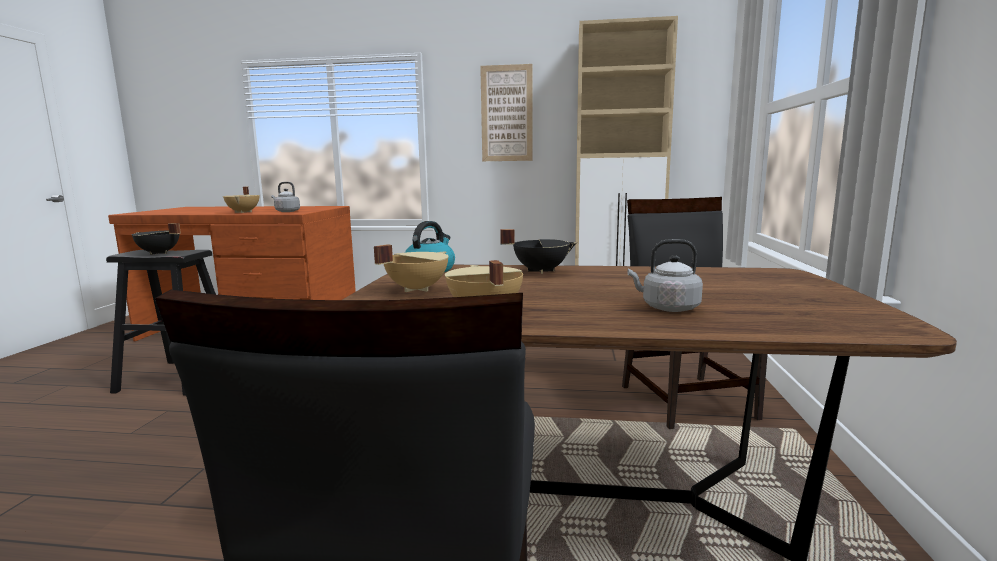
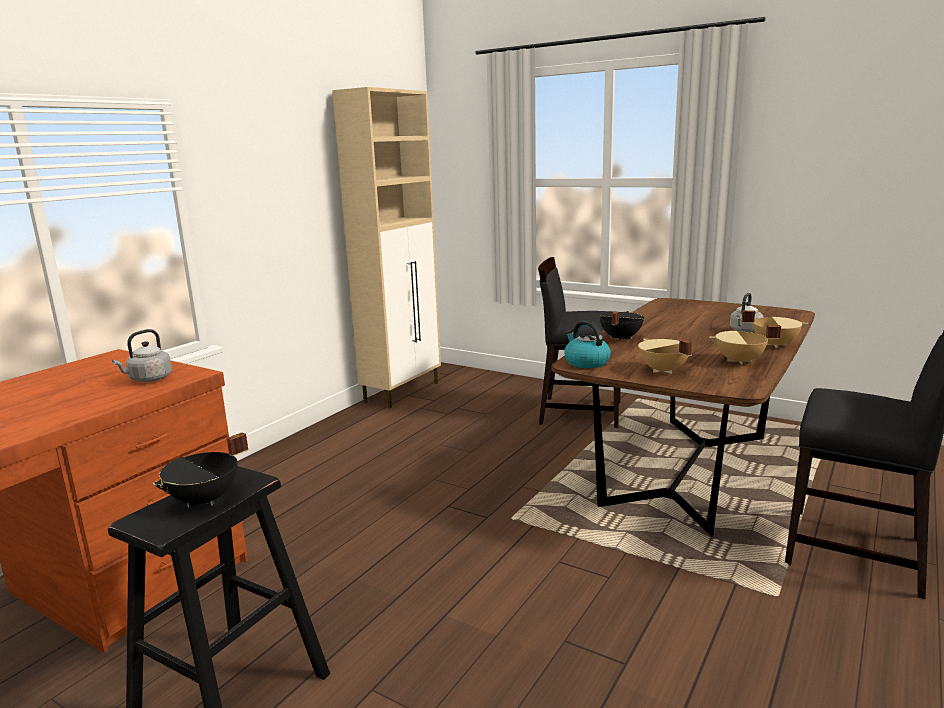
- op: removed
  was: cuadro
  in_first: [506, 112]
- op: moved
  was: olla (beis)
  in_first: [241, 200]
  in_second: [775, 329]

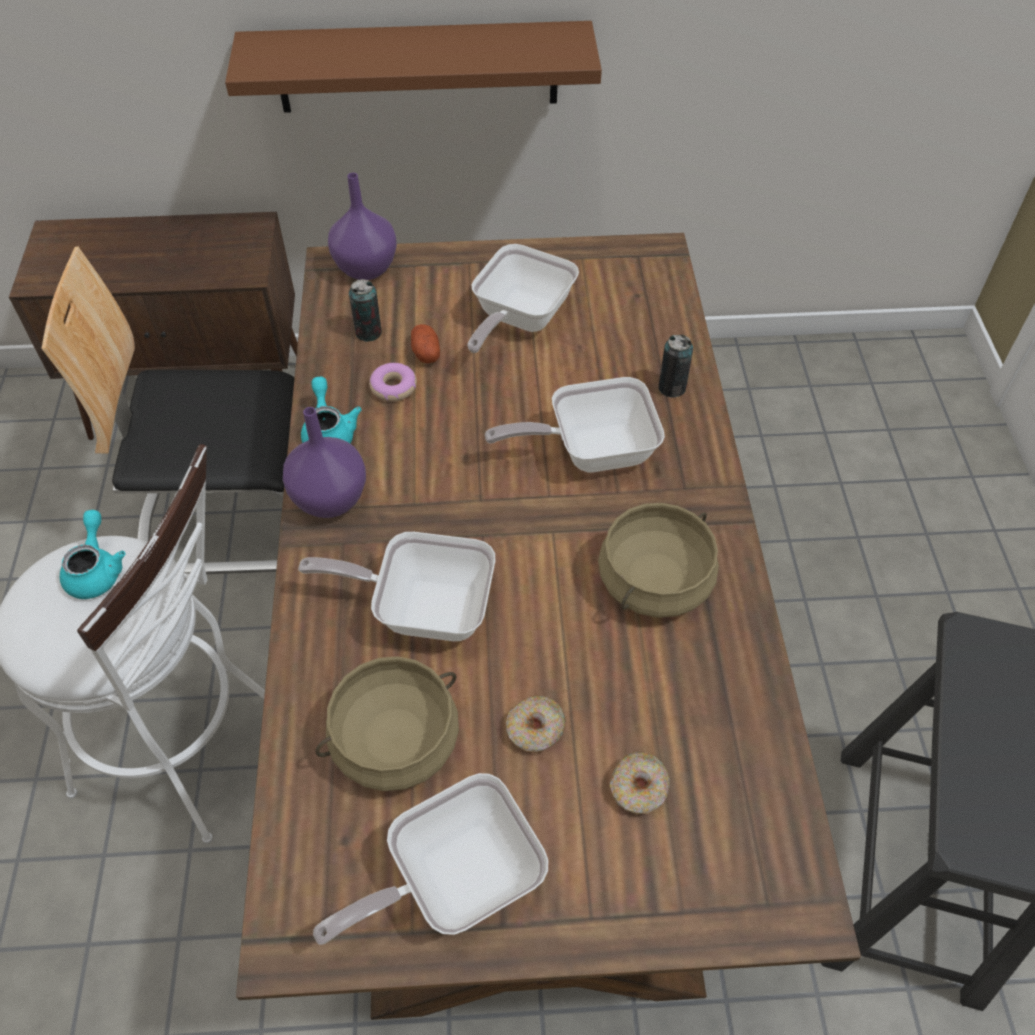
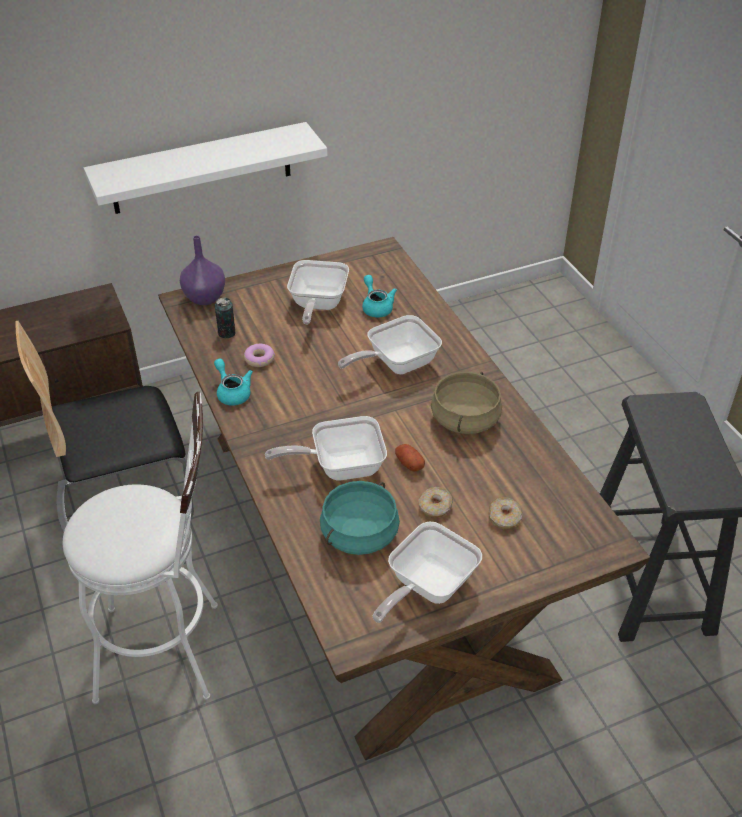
- op: removed
  was: florero (morado)
  in_first: [324, 462]
- op: removed
  was: lata
  in_first: [676, 366]
- op: moved
  was: tetera (turquesa)
  in_first: [93, 554]
  in_second: [379, 296]
- op: moved
  was: patata
  in_first: [425, 343]
  in_second: [410, 458]
- op: recoloured
  was: estante (marrón)
  now: estante (blanco)
  in_first: [413, 67]
  in_second: [206, 168]
- op: recoloured
  was: olla (beis)
  now: olla (turquesa)
  in_first: [387, 723]
  in_second: [360, 518]

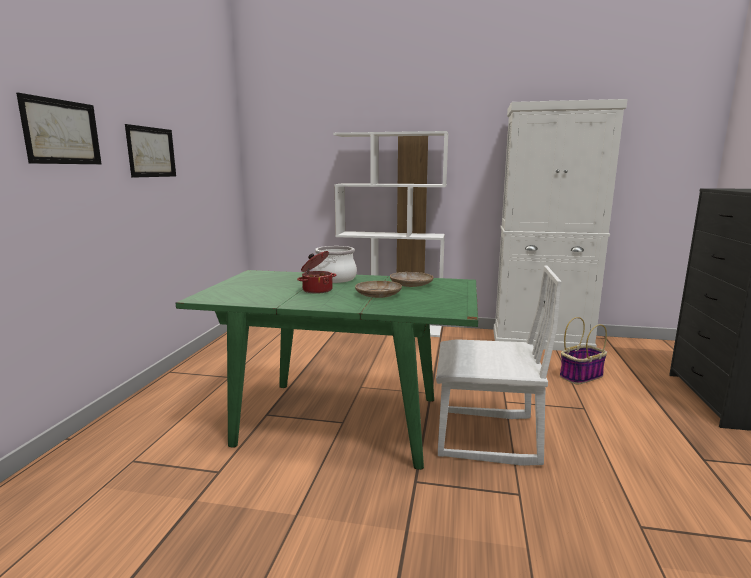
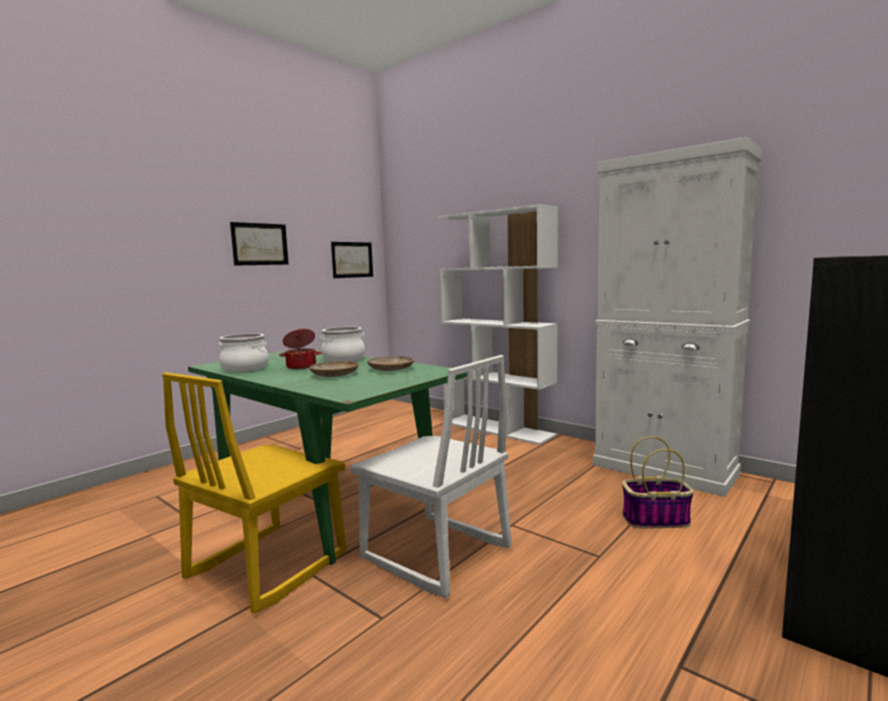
- op: added
  now: silla (amarillo)
  in_second: [254, 493]
- op: added
  now: olla
  in_second: [244, 352]
- op: moved
  was: cuadro
  in_first: [58, 128]
  in_second: [352, 260]

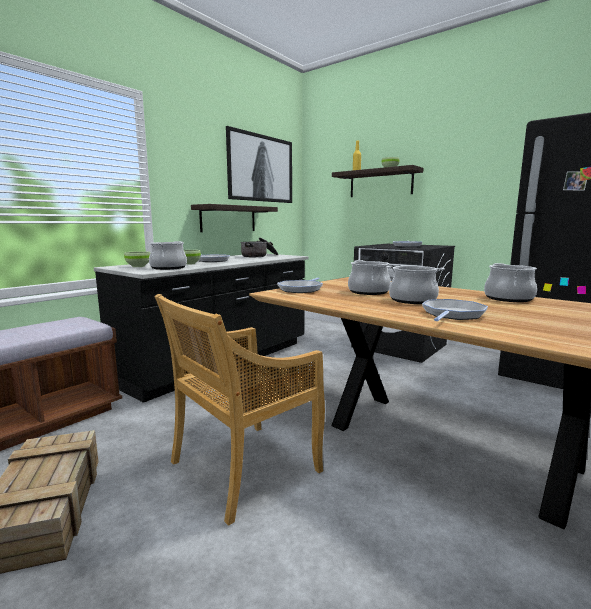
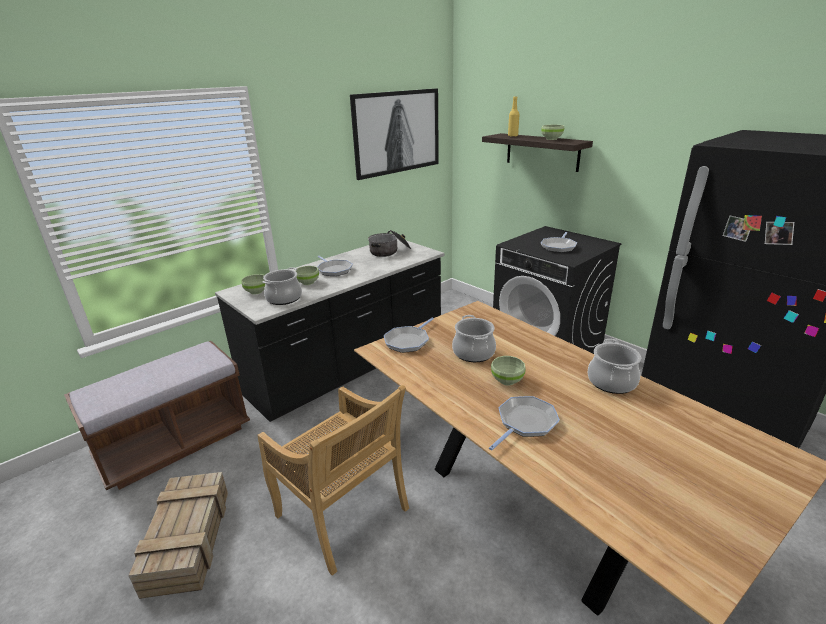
- op: removed
  was: estante
  in_first: [234, 218]
- op: replaced
  was: olla
  now: cuenco (verde)
  in_first: [416, 285]
  in_second: [508, 370]
- op: turned
  was: silla (beis)
  in_first: [240, 410]
  in_second: [333, 480]
  clockwise: -105

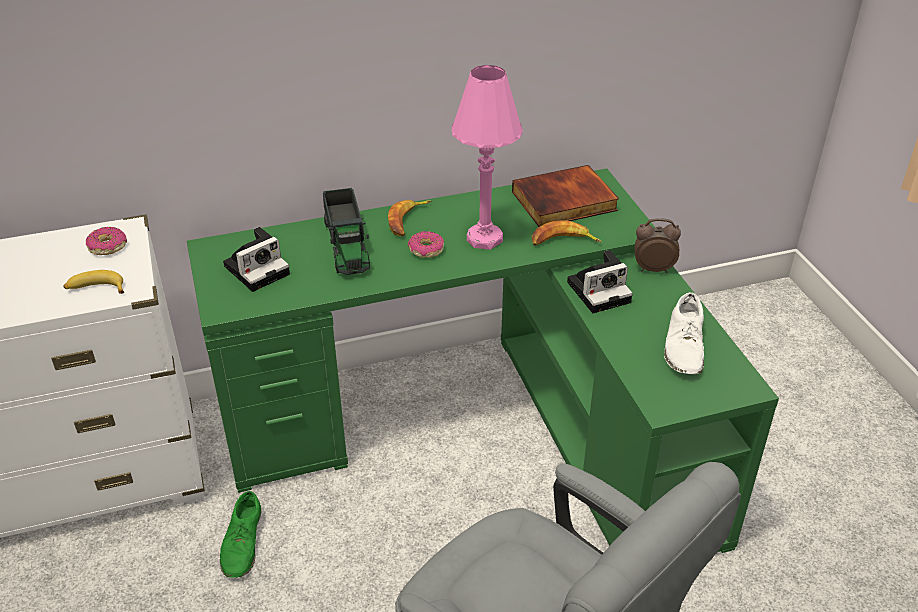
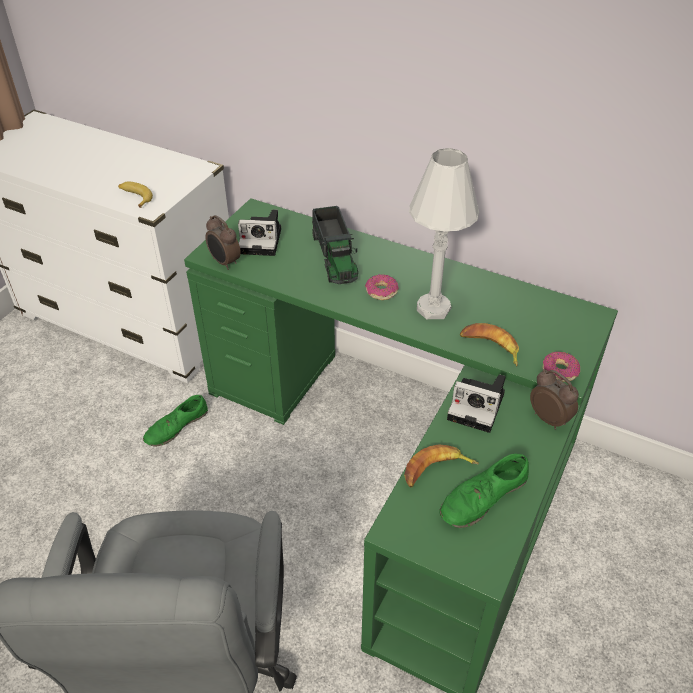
- op: removed
  was: libro
  in_first: [565, 196]
- op: added
  now: despertador
  in_second: [223, 242]
- op: moved
  was: rosquilla
  in_first: [106, 241]
  in_second: [561, 367]
- op: moved
  was: plátano
  in_first: [410, 218]
  in_second: [441, 465]
- op: recoloured
  was: lámpara de mesa (rosa)
  now: lámpara de mesa (blanco)
  in_first: [487, 157]
  in_second: [444, 233]
- op: recoloured
  was: zapato (blanco)
  now: zapato (verde)
  in_first: [684, 333]
  in_second: [484, 491]
- op: turned
  was: camión de juguete
  in_first: [346, 231]
  in_second: [335, 245]
  clockwise: -45

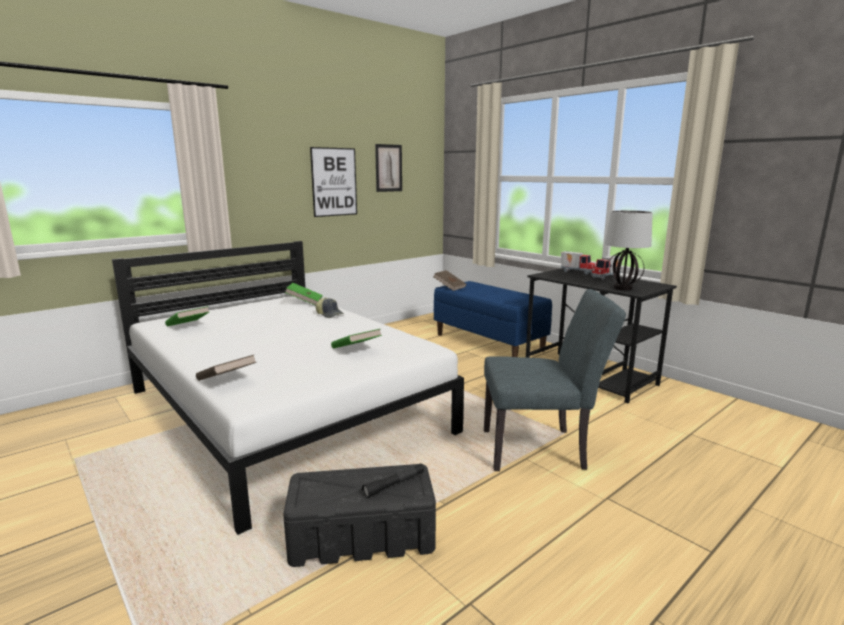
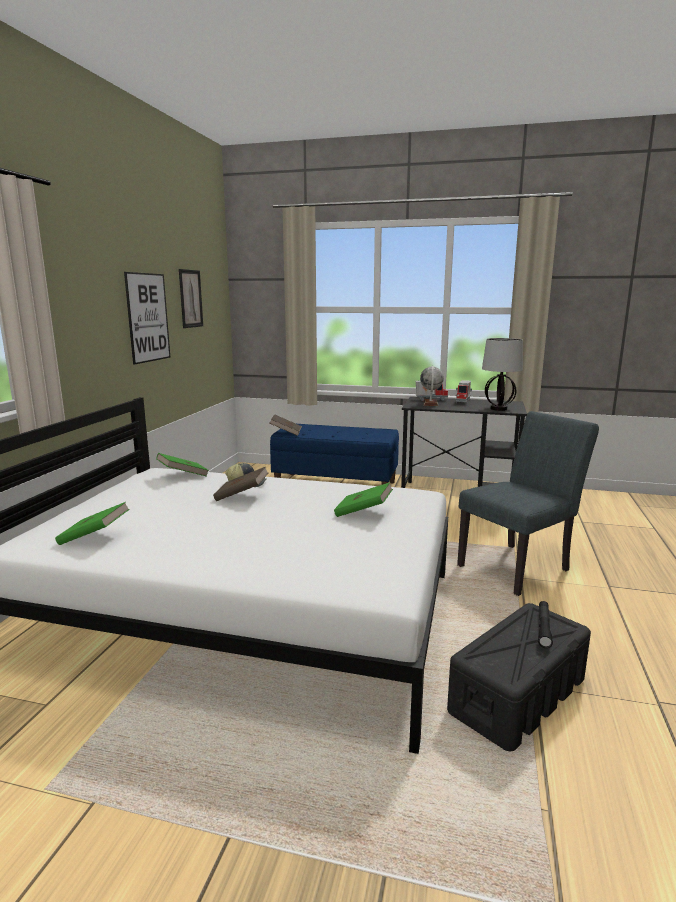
- op: added
  now: globo terráqueo
  in_second: [432, 386]
- op: moved
  was: libro (marrón)
  in_first: [226, 368]
  in_second: [240, 484]

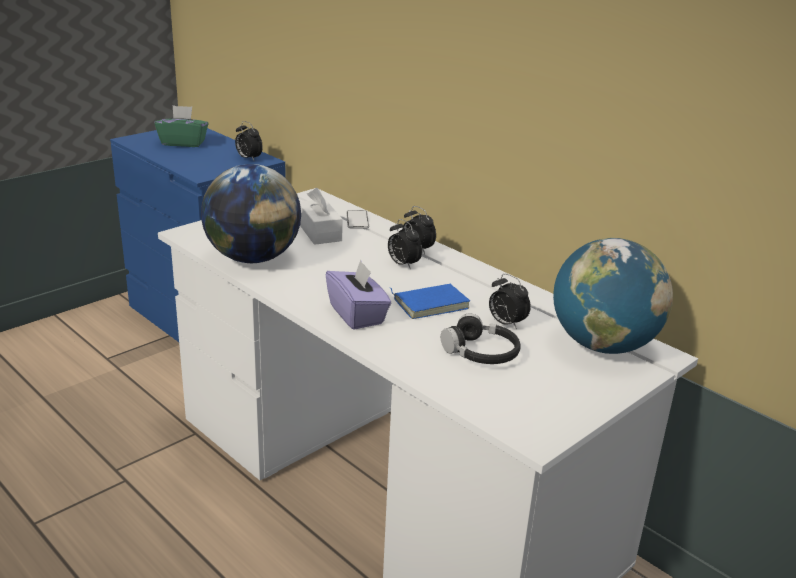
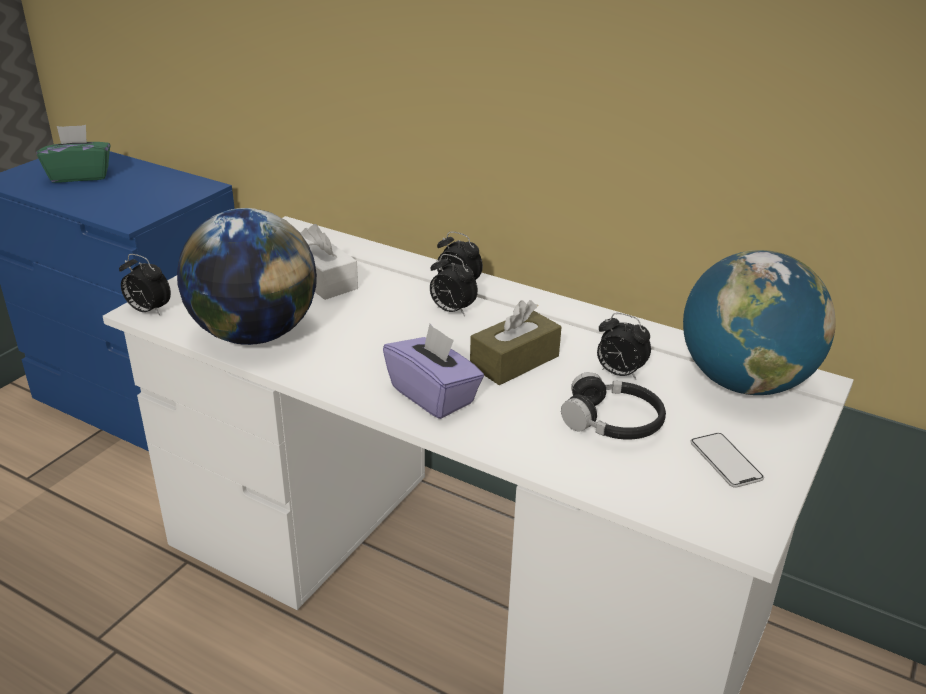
- op: moved
  was: despertador
  in_first: [249, 141]
  in_second: [145, 284]
- op: moved
  was: móvil
  in_first: [357, 219]
  in_second: [727, 460]
- op: replaced
  was: libro (azul)
  now: caja de pañuelos (marrón)
  in_first: [430, 301]
  in_second: [516, 342]

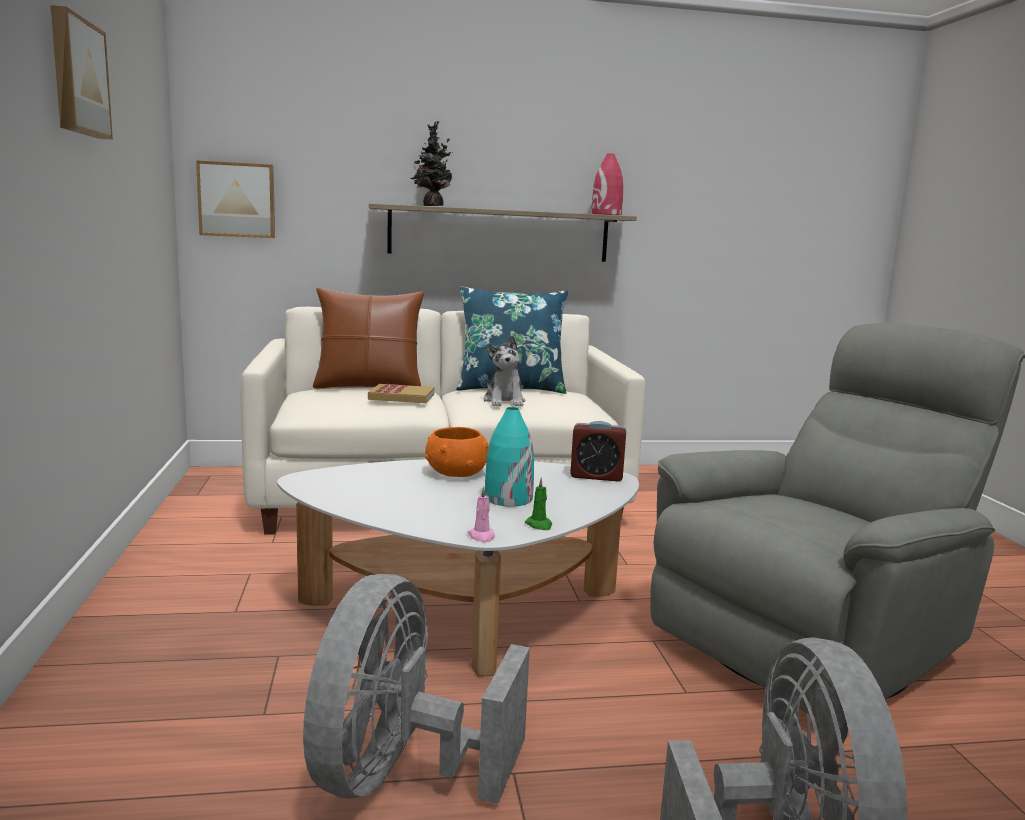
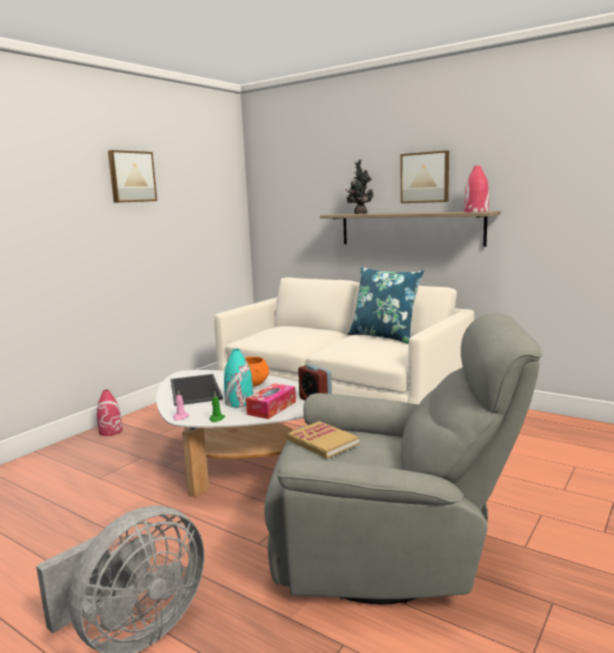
- op: removed
  was: ventilador (gris)
  in_first: [416, 689]
- op: removed
  was: cojín (marrón)
  in_first: [368, 338]
- op: removed
  was: peluche
  in_first: [504, 370]
- op: added
  now: florero (rojo)
  in_second: [110, 413]
- op: added
  now: bandeja
  in_second: [196, 390]
- op: added
  now: caja de pañuelos
  in_second: [271, 401]
- op: moved
  was: cuadro
  in_first: [235, 199]
  in_second: [425, 176]
- op: moved
  was: libro
  in_first: [401, 393]
  in_second: [323, 439]

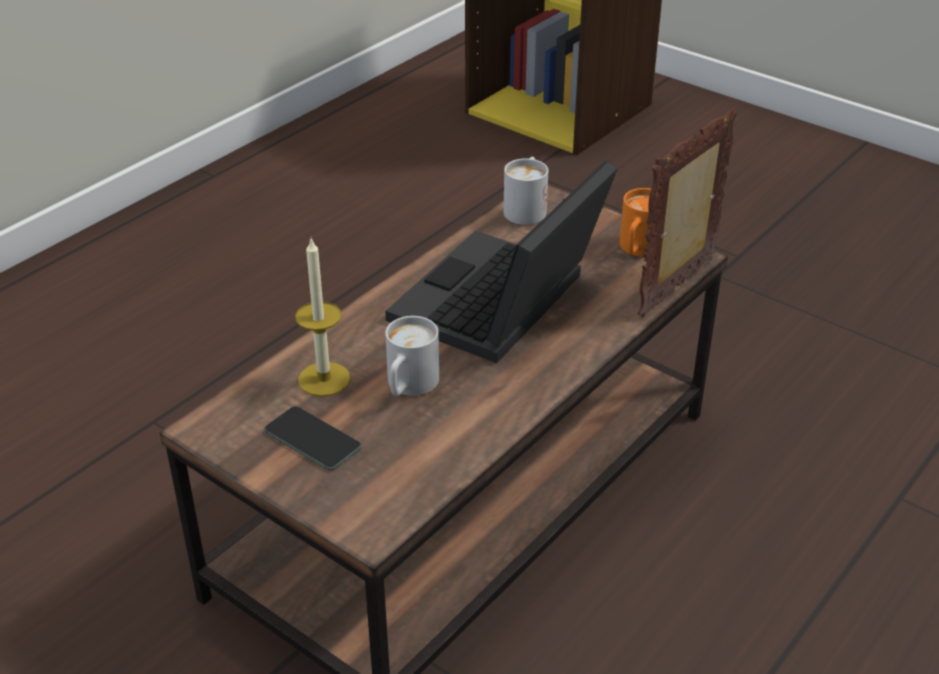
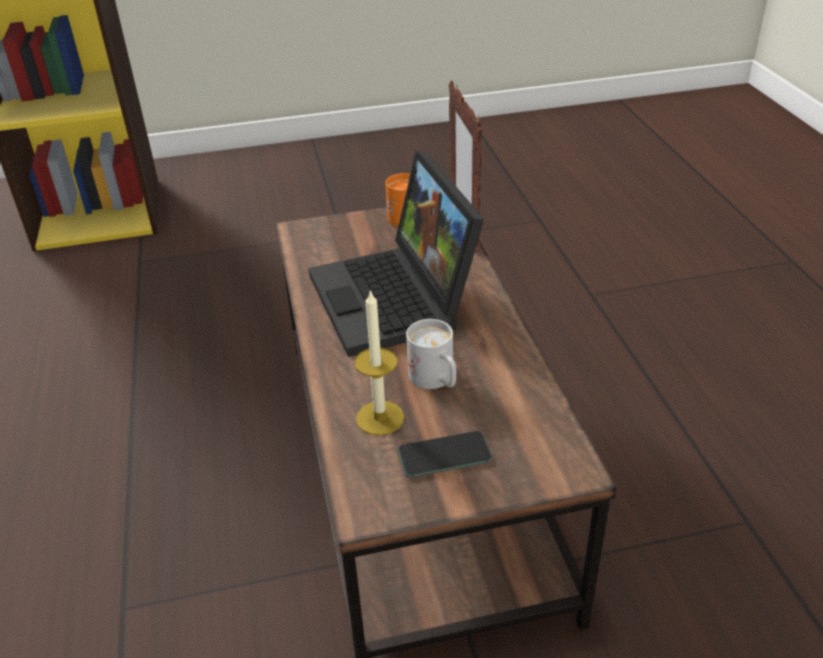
- op: removed
  was: taza grande (blanco)
  in_first: [526, 191]

